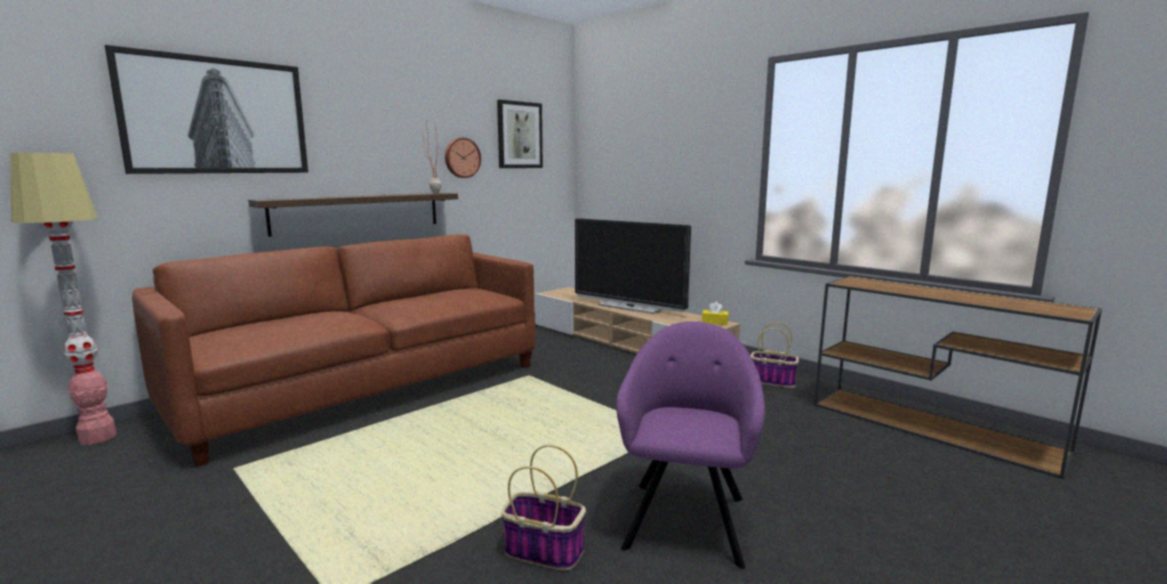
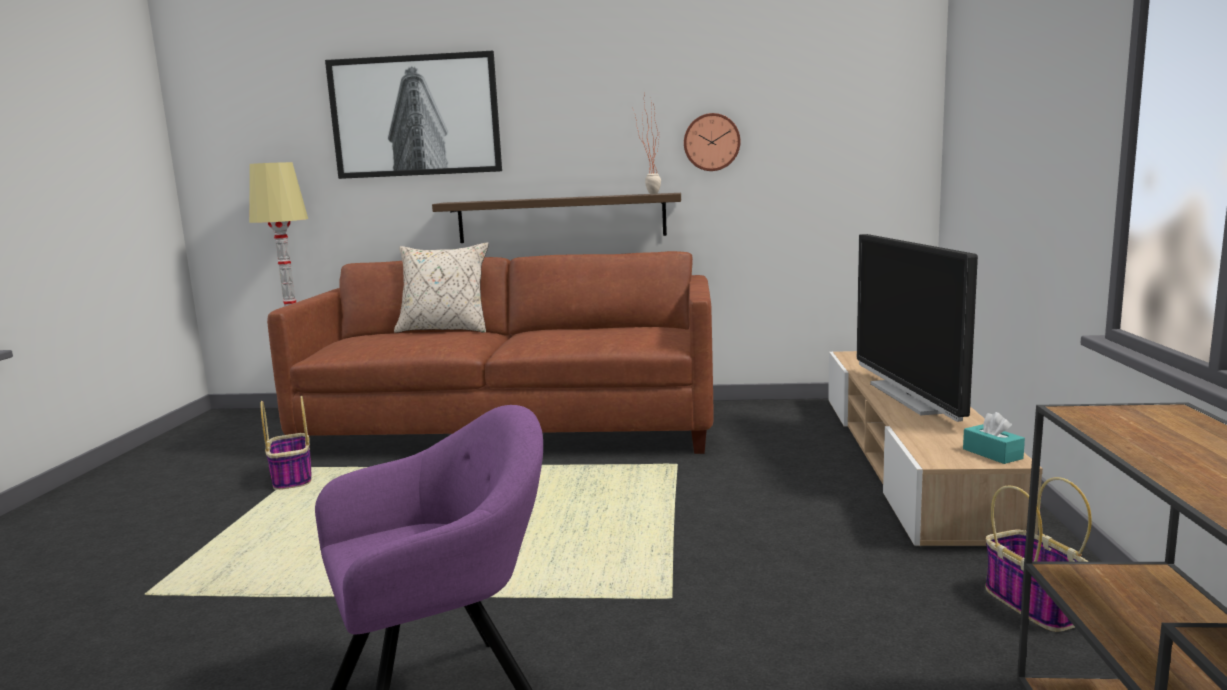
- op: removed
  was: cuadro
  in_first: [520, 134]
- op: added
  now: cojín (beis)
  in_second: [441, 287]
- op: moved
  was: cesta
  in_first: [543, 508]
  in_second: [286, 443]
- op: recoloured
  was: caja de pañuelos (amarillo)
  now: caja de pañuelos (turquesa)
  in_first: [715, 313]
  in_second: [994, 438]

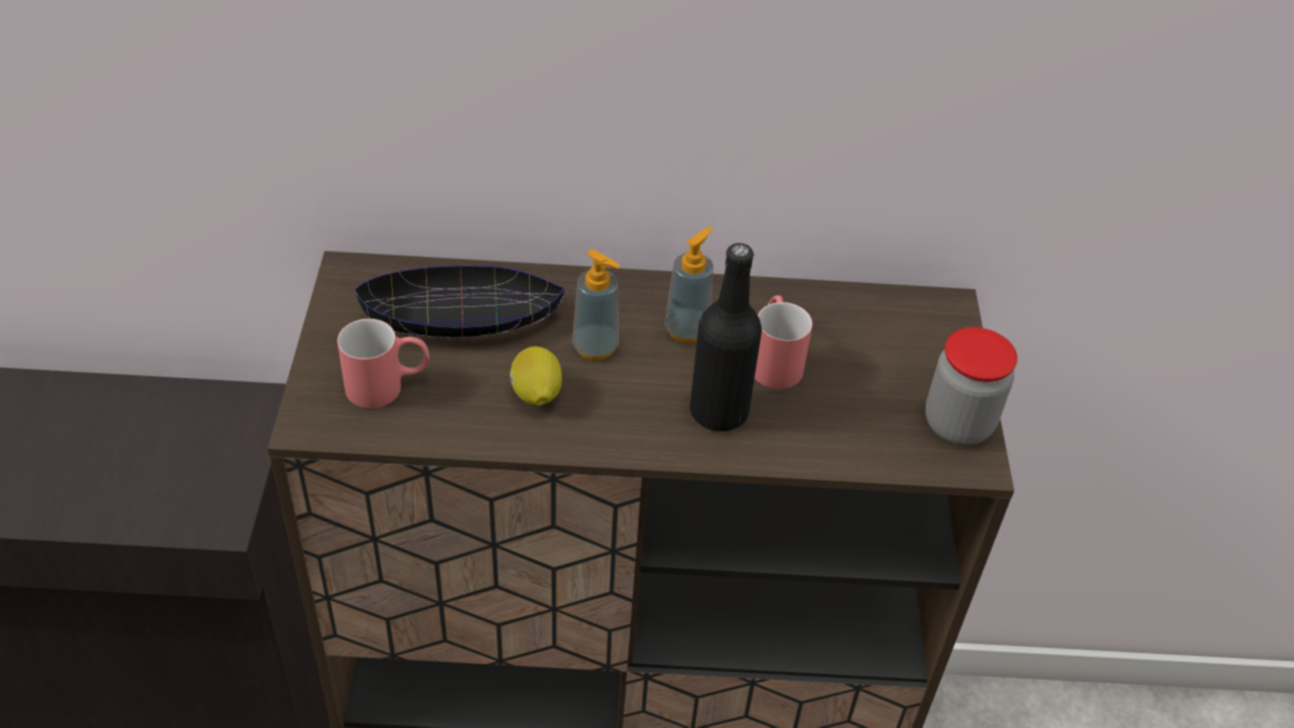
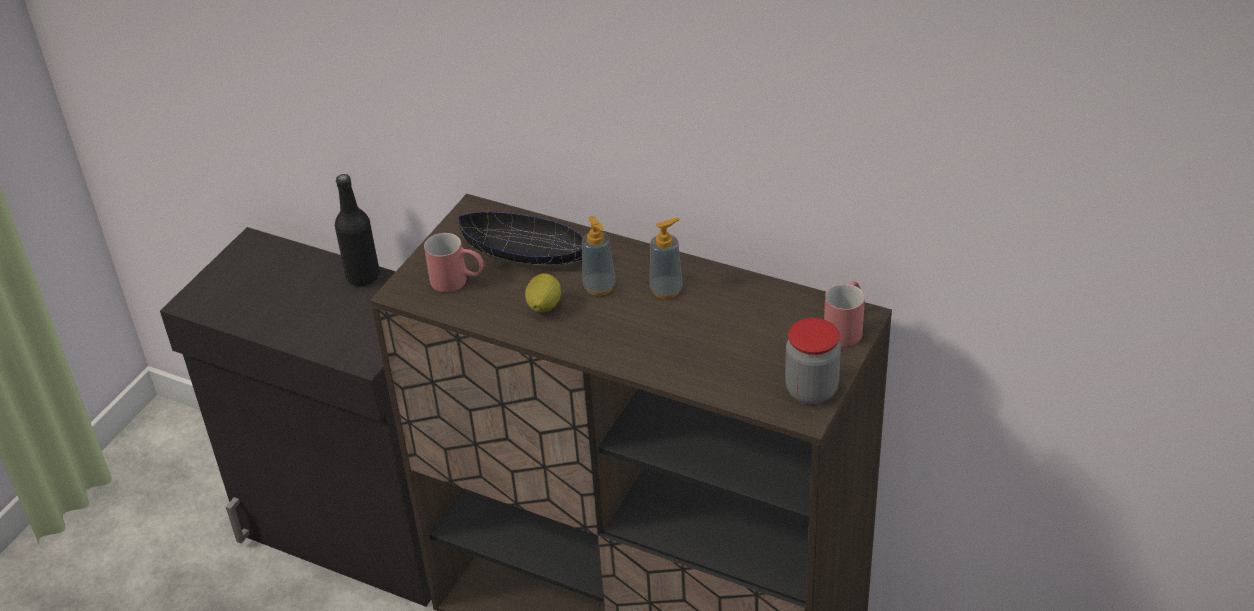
- op: moved
  was: botella (negro)
  in_first: [726, 337]
  in_second: [357, 230]
- op: moved
  was: taza grande (rojo)
  in_first: [783, 342]
  in_second: [844, 314]

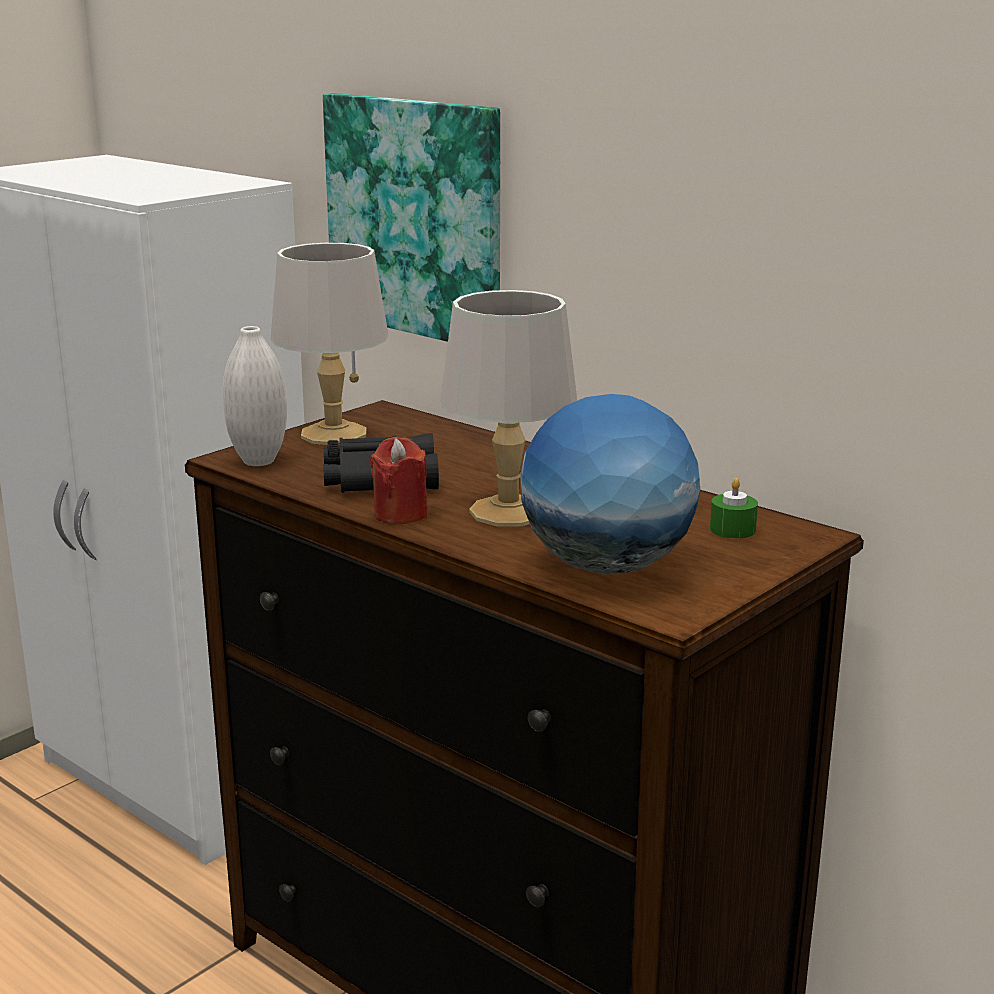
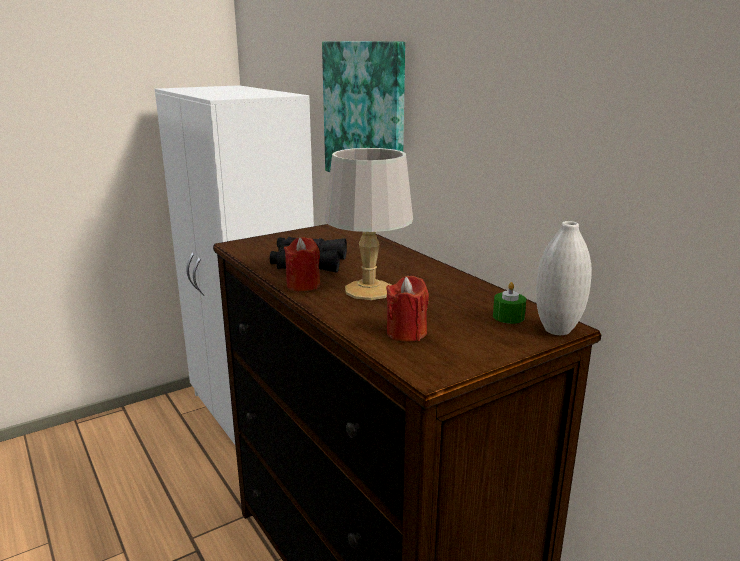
- op: removed
  was: lámpara de mesa (gris)
  in_first: [329, 344]
- op: moved
  was: florero (blanco)
  in_first: [255, 396]
  in_second: [564, 278]
- op: replaced
  was: globo terráqueo
  now: vela (rojo)
  in_first: [610, 484]
  in_second: [407, 309]

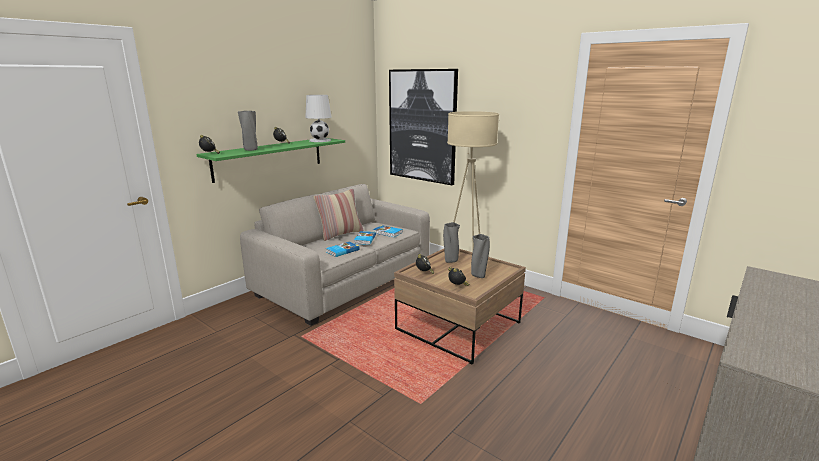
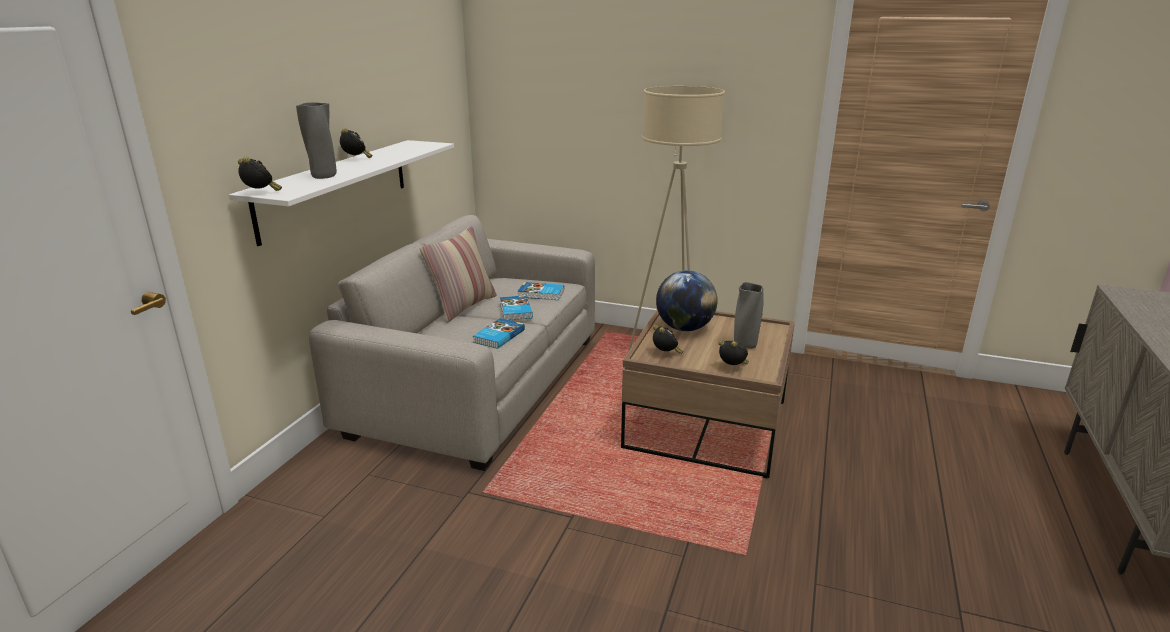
- op: removed
  was: lámpara de mesa (blanco)
  in_first: [318, 118]
- op: removed
  was: cuadro
  in_first: [423, 127]
- op: replaced
  was: florero (gris)
  now: globo terráqueo
  in_first: [451, 242]
  in_second: [687, 300]
- op: recoloured
  was: estante (verde)
  now: estante (blanco)
  in_first: [270, 160]
  in_second: [341, 193]

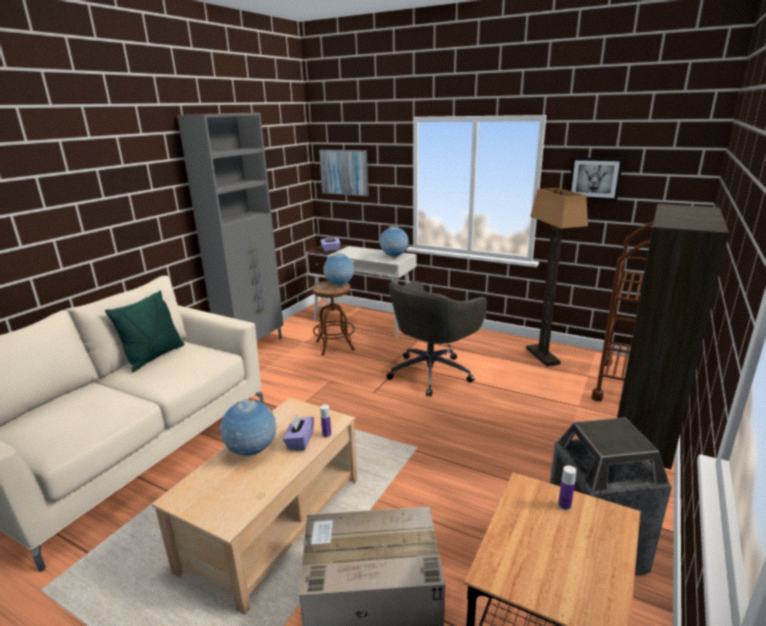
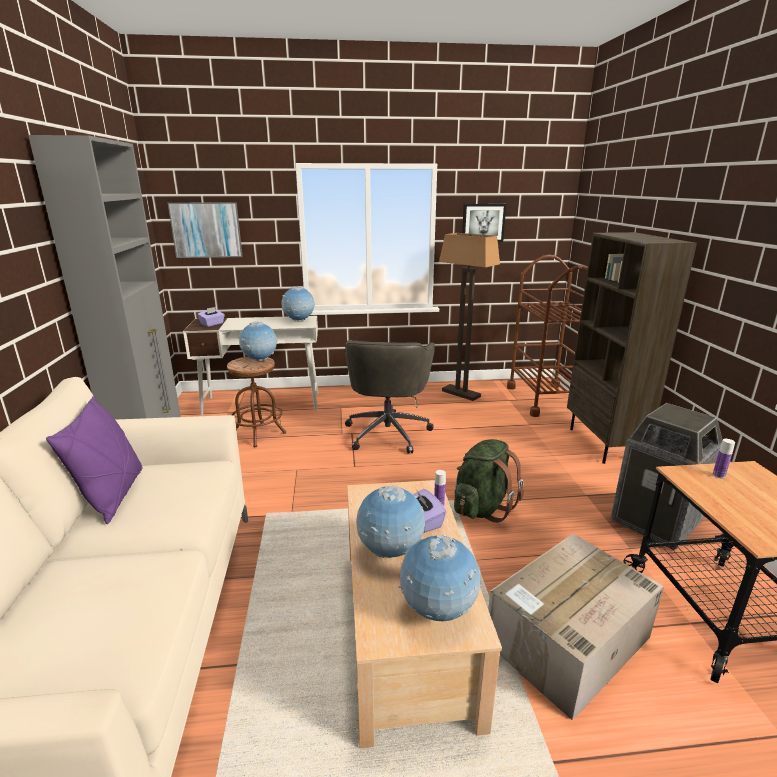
- op: added
  now: globo terráqueo
  in_second: [439, 578]
- op: added
  now: mochila (verde)
  in_second: [489, 481]
- op: recoloured
  was: cojín (verde)
  now: cojín (morado)
  in_first: [145, 331]
  in_second: [94, 460]

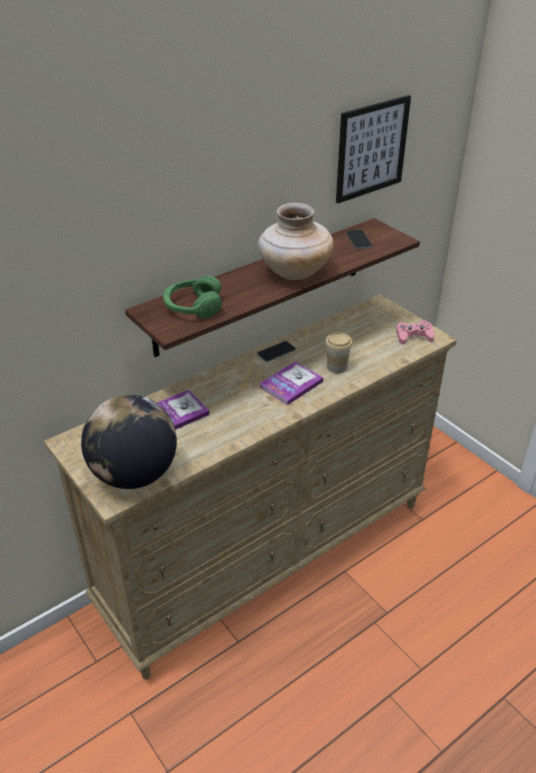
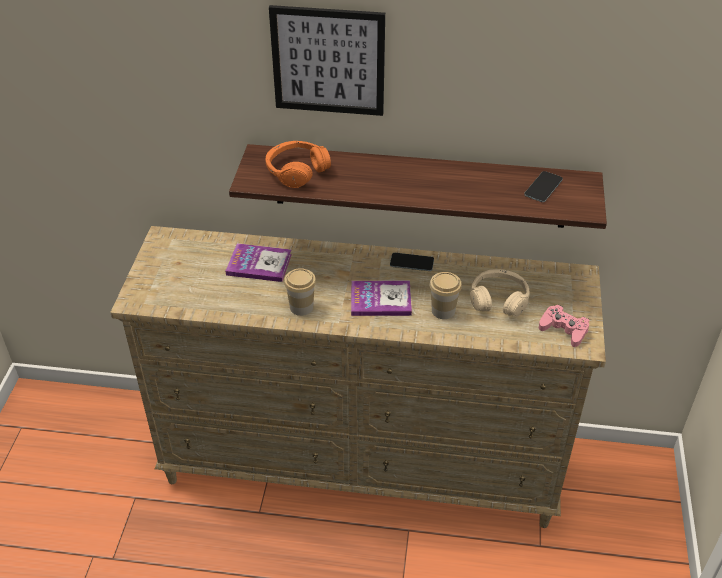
- op: removed
  was: globo terráqueo
  in_first: [129, 442]
- op: removed
  was: florero (beis)
  in_first: [295, 241]
- op: added
  now: taza
  in_second: [300, 292]
- op: added
  now: auriculares (beis)
  in_second: [500, 293]
- op: moved
  was: cuadro
  in_first: [373, 149]
  in_second: [327, 60]
- op: recoloured
  was: auriculares (verde)
  now: auriculares (naranja)
  in_first: [192, 297]
  in_second: [298, 164]

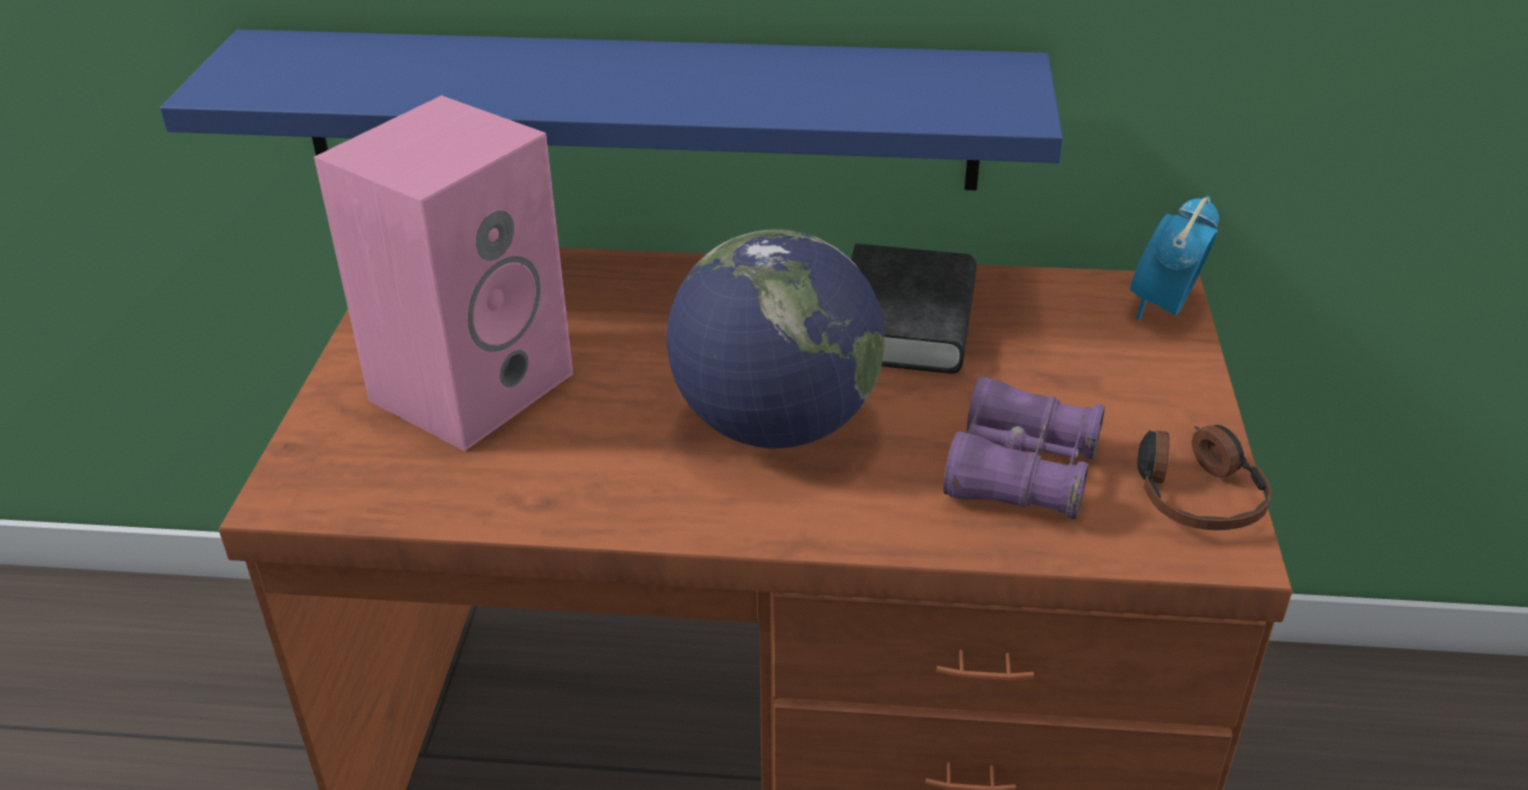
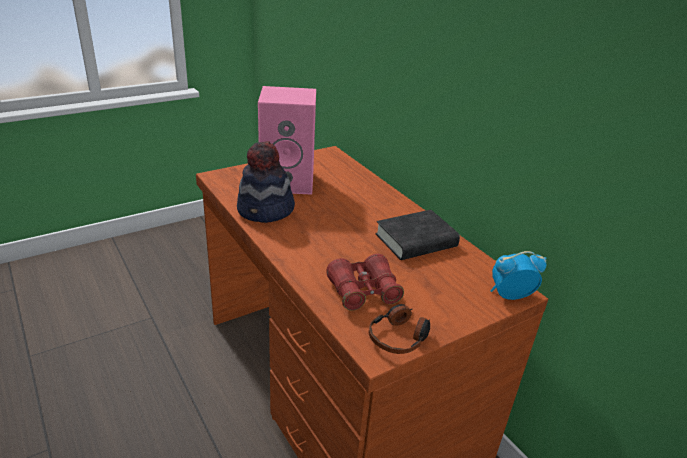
- op: removed
  was: estante (azul)
  in_first: [611, 110]
- op: removed
  was: globo terráqueo
  in_first: [776, 338]
- op: added
  now: sombrero
  in_second: [266, 182]
- op: recoloured
  was: prismáticos (morado)
  now: prismáticos (rojo)
  in_first: [1024, 448]
  in_second: [365, 282]

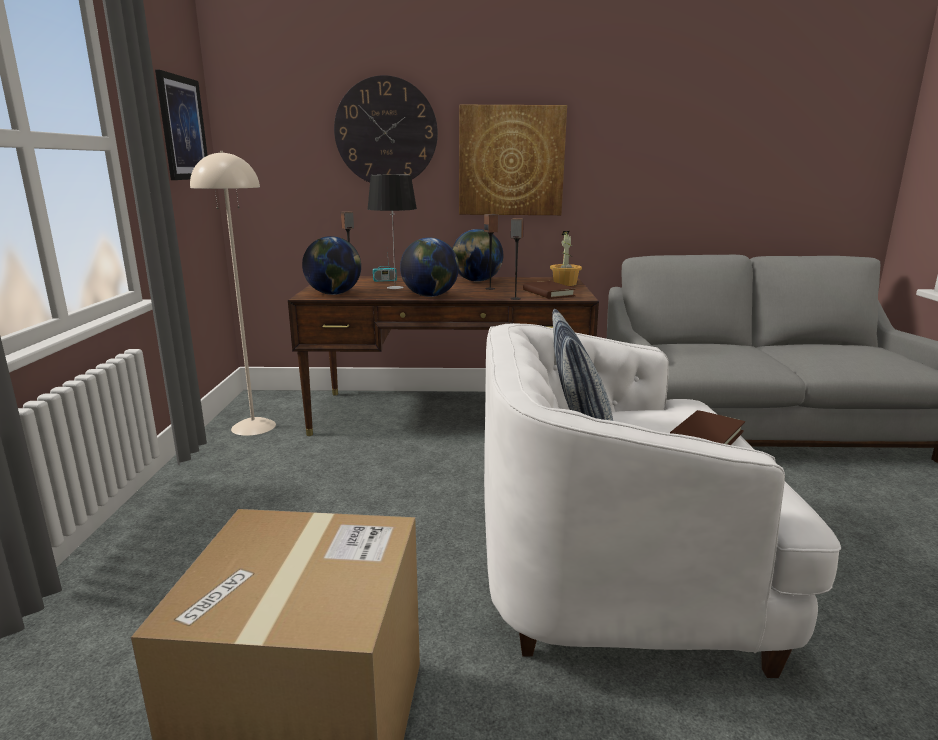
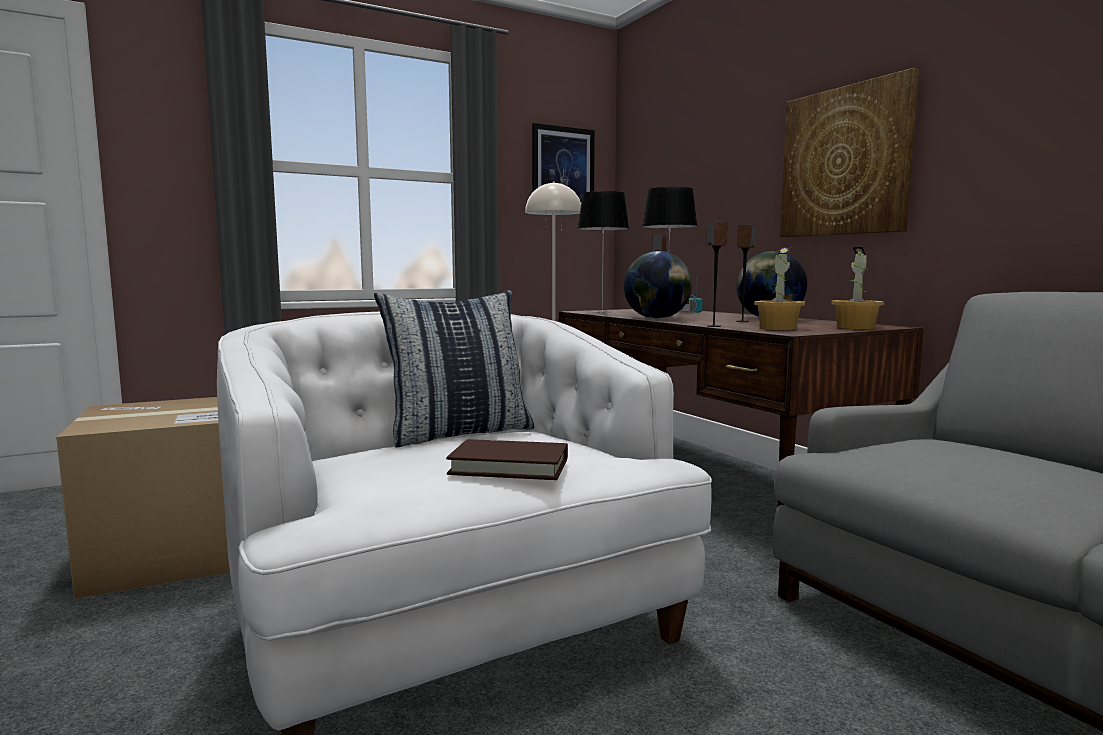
- op: removed
  was: reloj de pared
  in_first: [386, 129]
- op: replaced
  was: globo terráqueo
  now: lámpara de mesa
  in_first: [331, 265]
  in_second: [603, 252]
- op: replaced
  was: libro (marrón)
  now: planta en maceta
  in_first: [549, 290]
  in_second: [779, 288]

